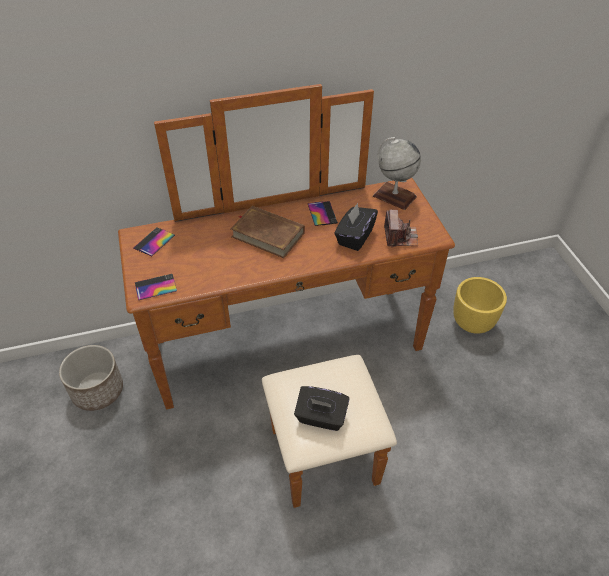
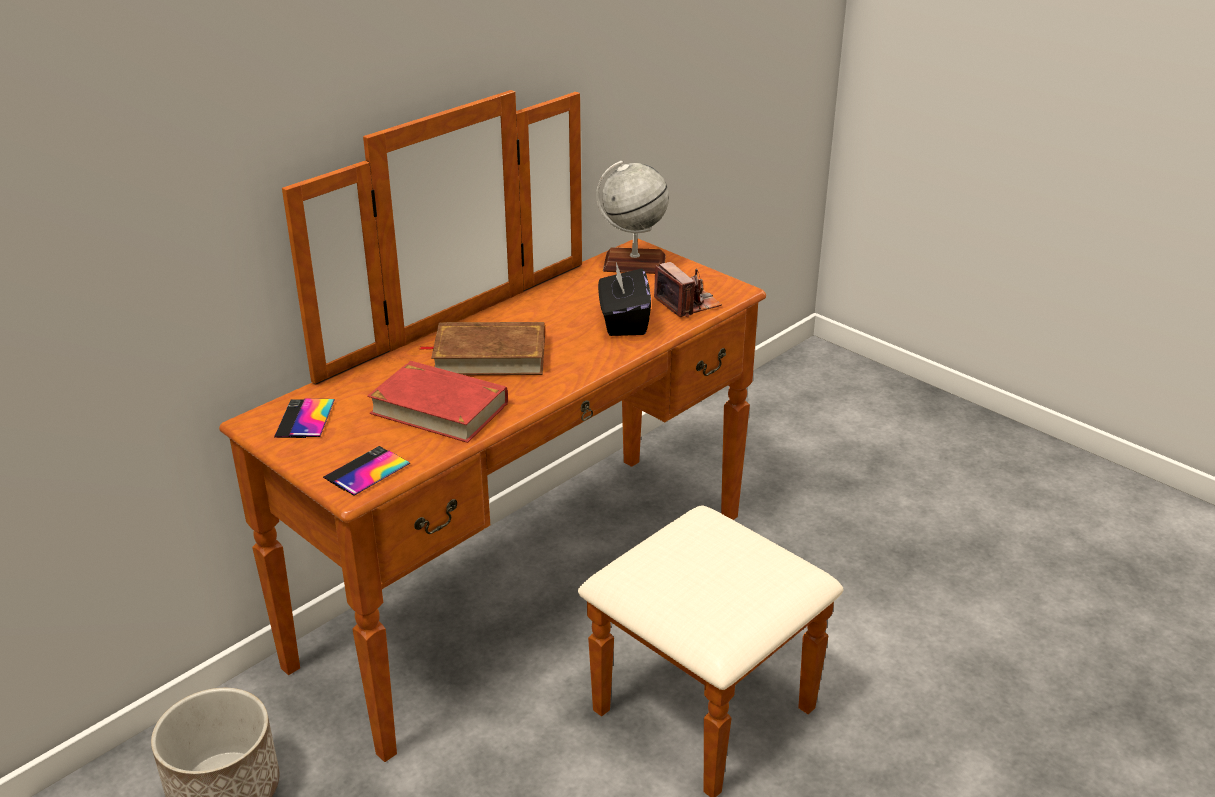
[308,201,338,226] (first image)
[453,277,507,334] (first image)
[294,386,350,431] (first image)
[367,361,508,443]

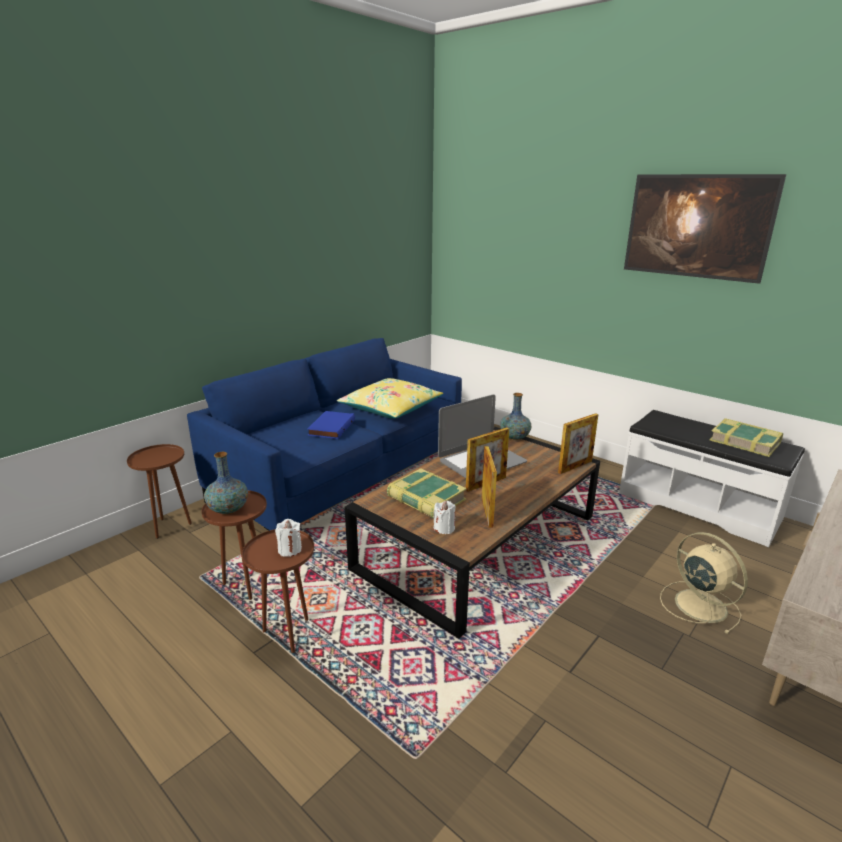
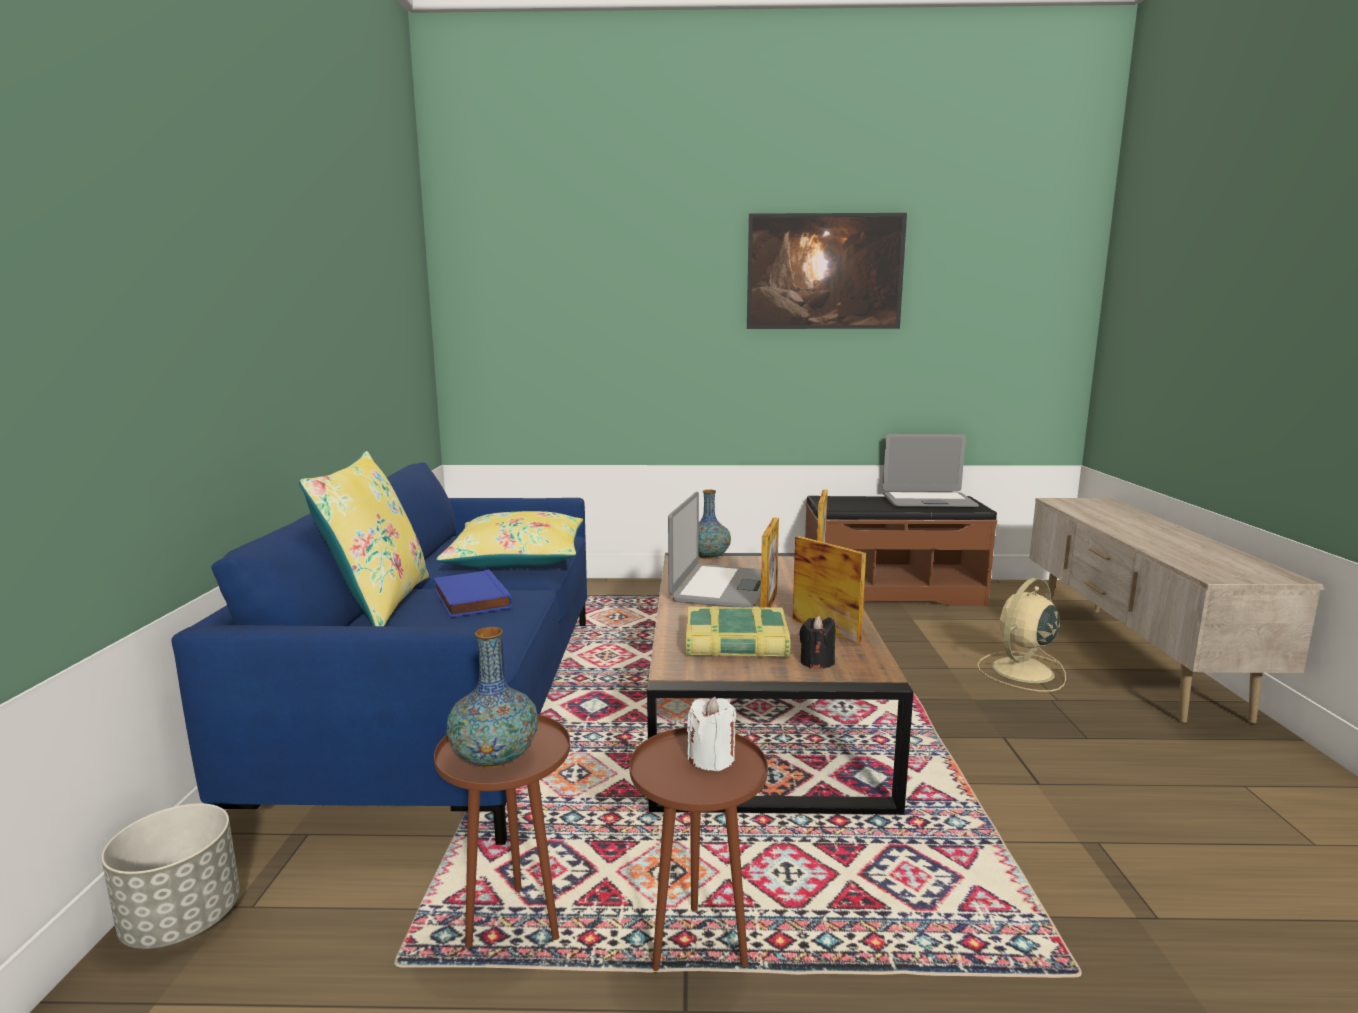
[805,496,997,606]
[883,434,979,507]
[101,803,240,949]
[800,615,836,669]
[977,578,1066,692]
[299,451,429,626]

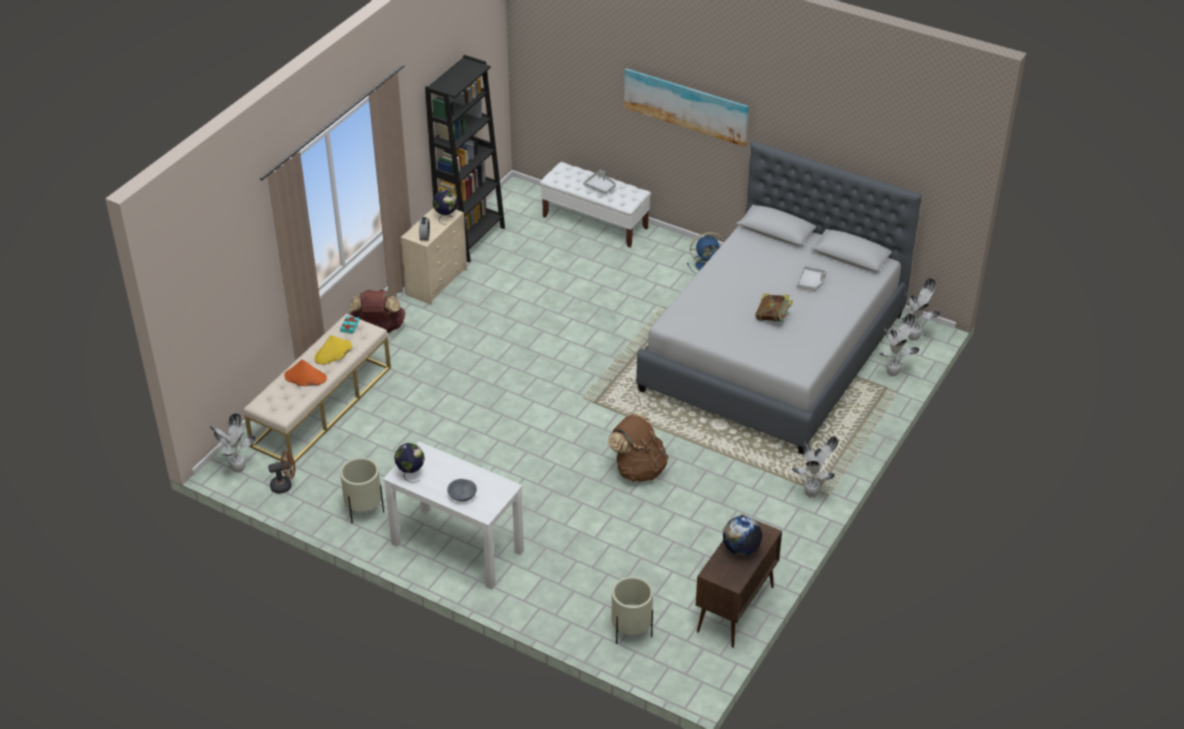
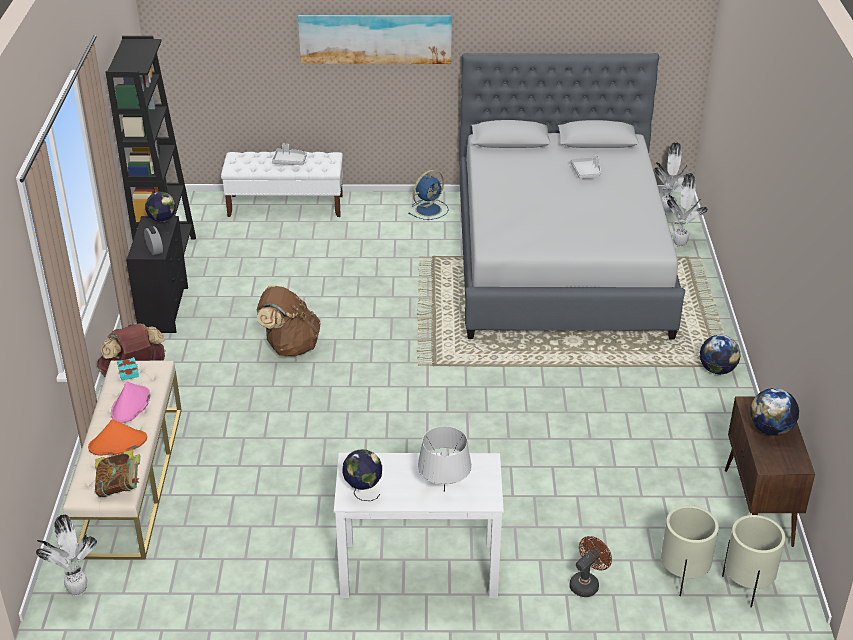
[126,216,188,333]
[95,450,140,497]
[111,382,151,423]
[257,286,321,356]
[700,335,740,374]
[570,536,612,597]
[722,515,785,607]
[418,426,472,492]

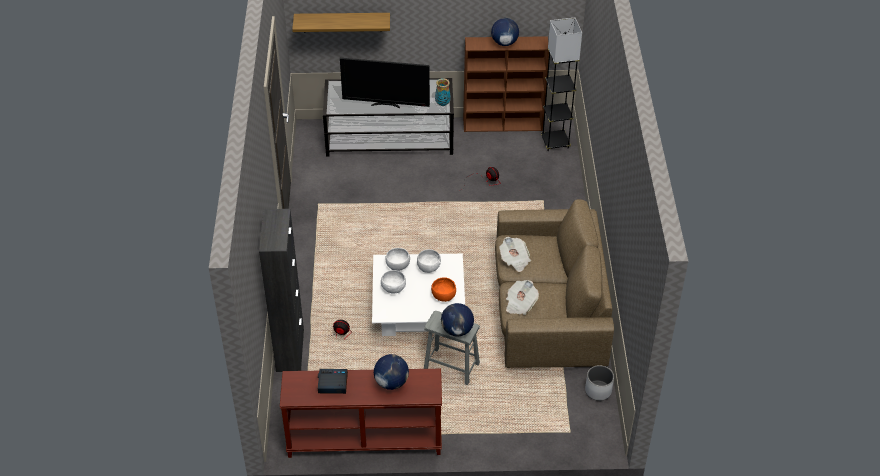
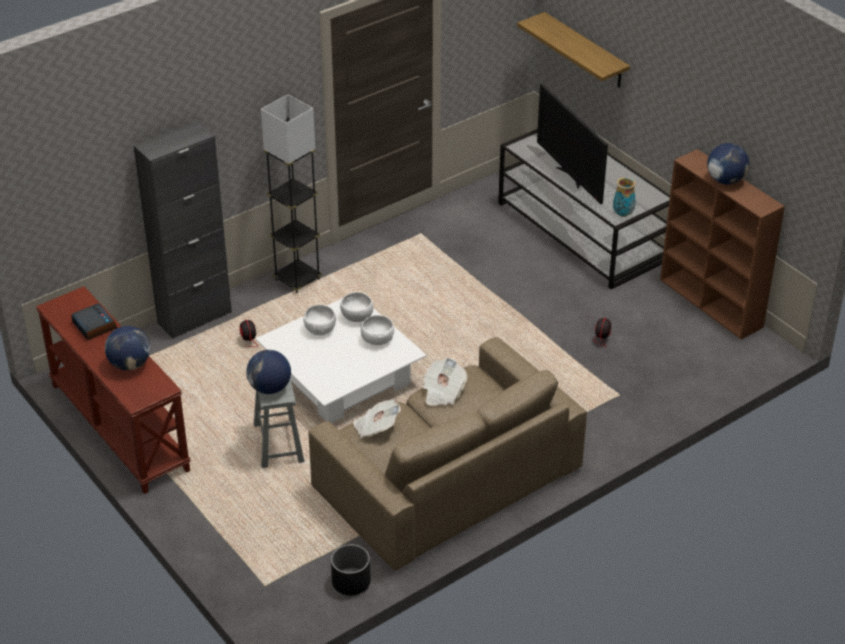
[261,95,322,293]
[431,277,456,302] (first image)
[331,545,371,596]

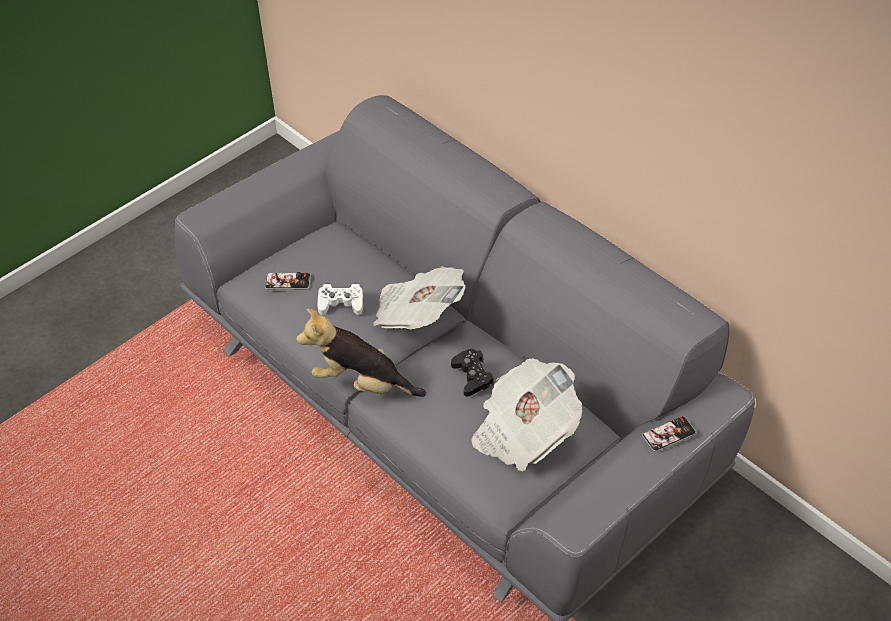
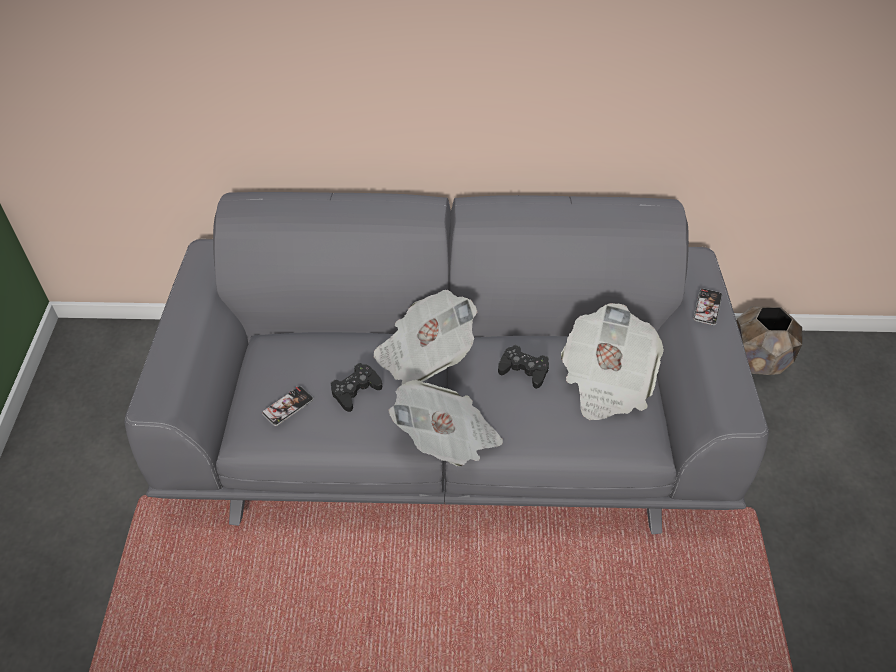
[331,363,382,412]
[388,380,503,466]
[736,307,802,375]

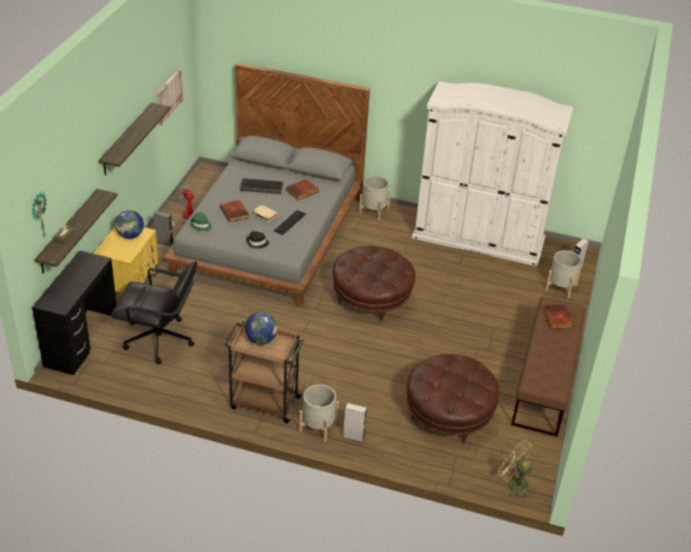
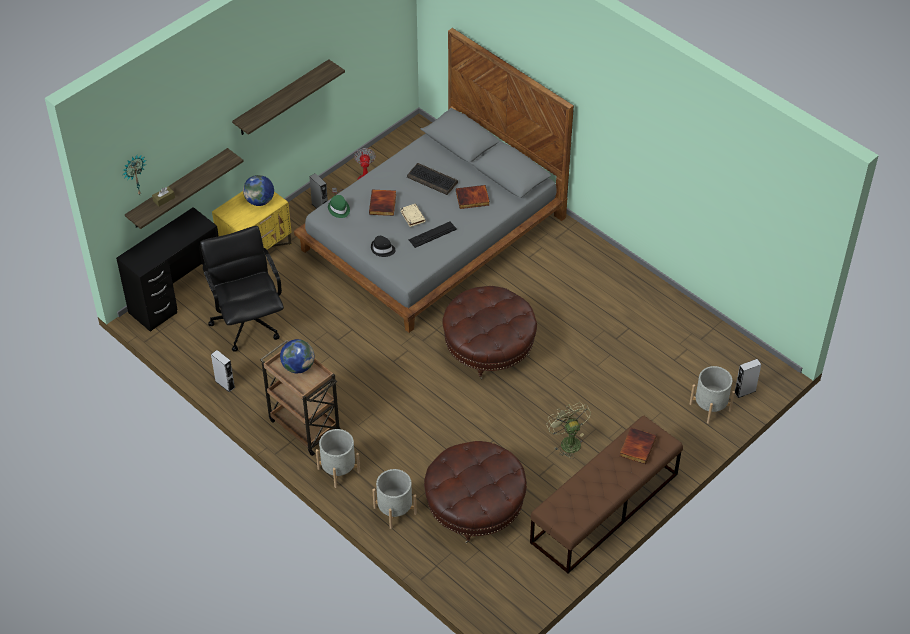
[156,69,183,125] (first image)
[412,81,573,266] (first image)
[372,469,417,529]
[200,226,284,352]
[211,350,235,392]
[546,402,591,459]

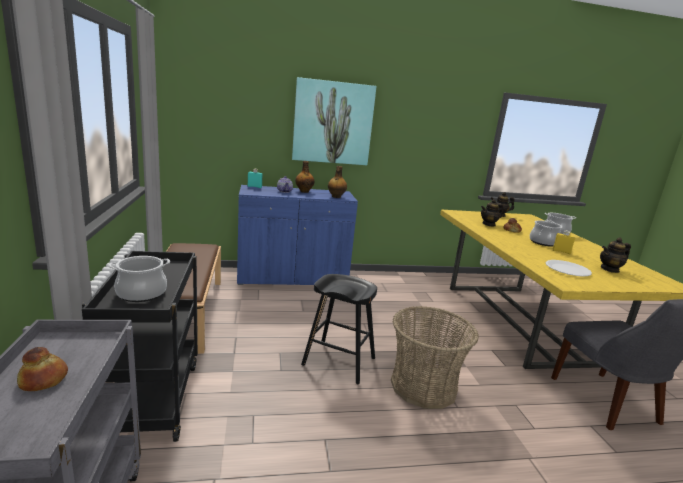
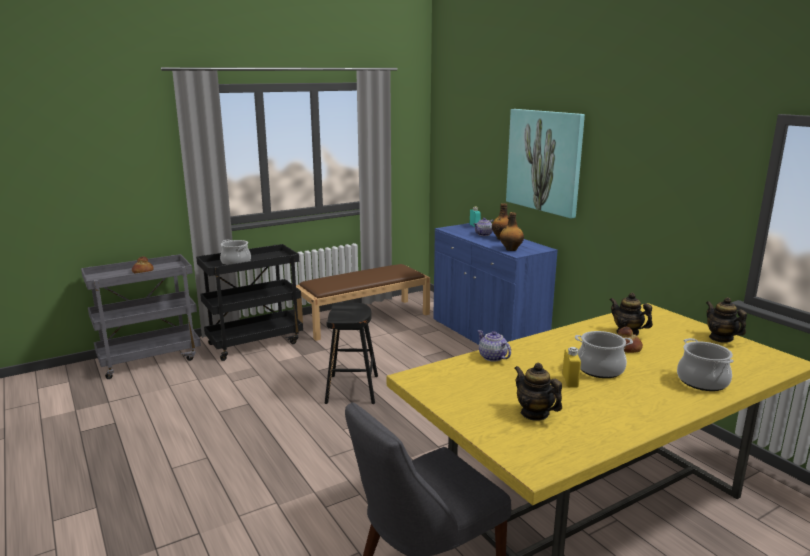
[546,260,592,276] (first image)
[391,306,479,409] (first image)
[478,330,511,362]

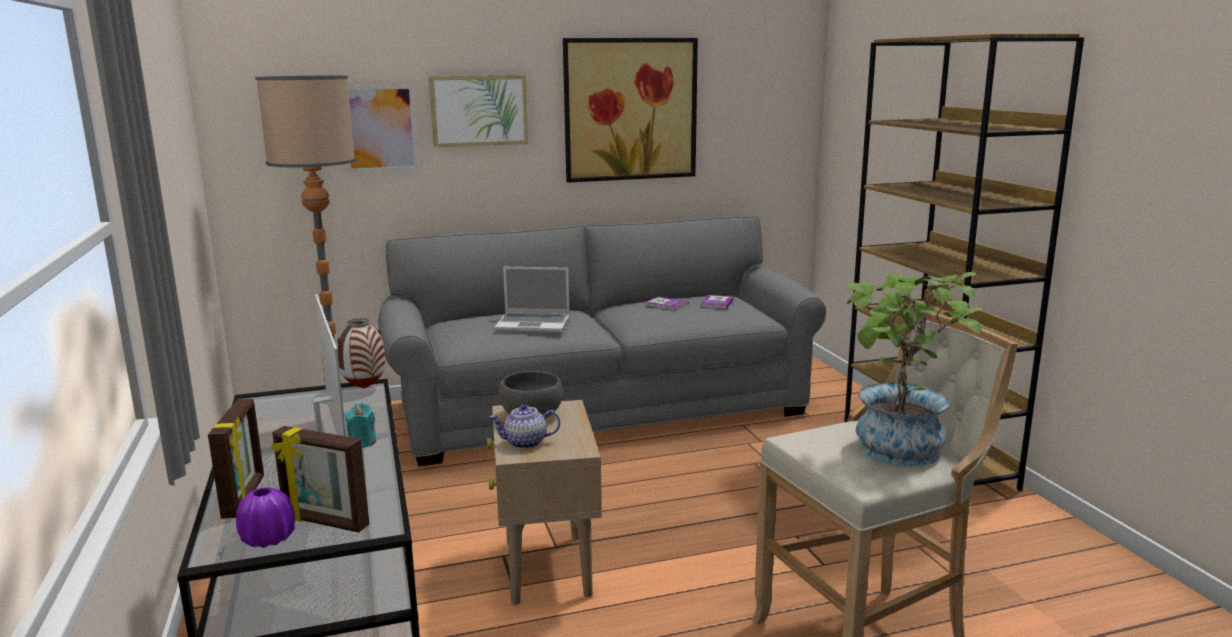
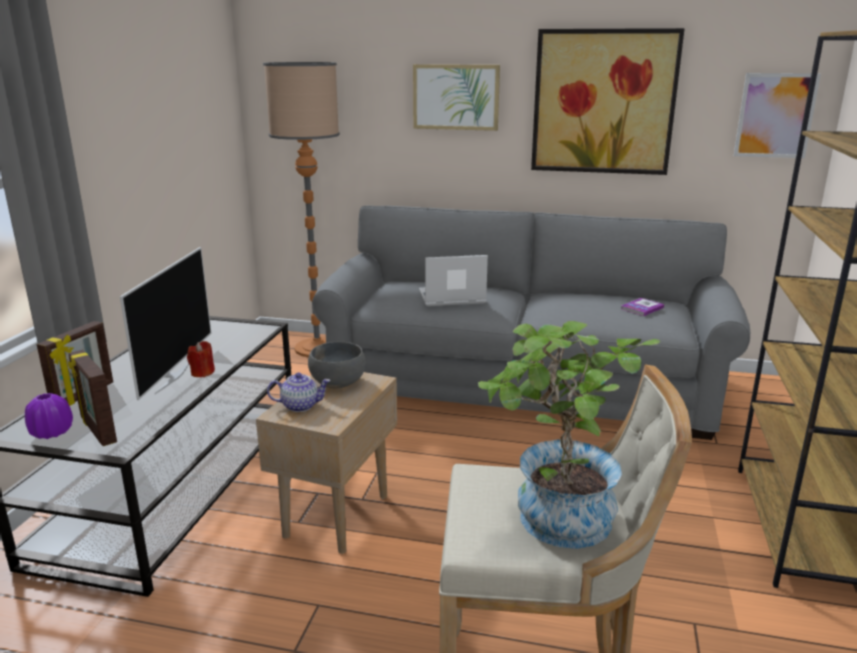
[734,73,821,158]
[419,255,488,306]
[645,296,689,311] (first image)
[337,318,385,388] (first image)
[187,341,215,377]
[267,372,331,412]

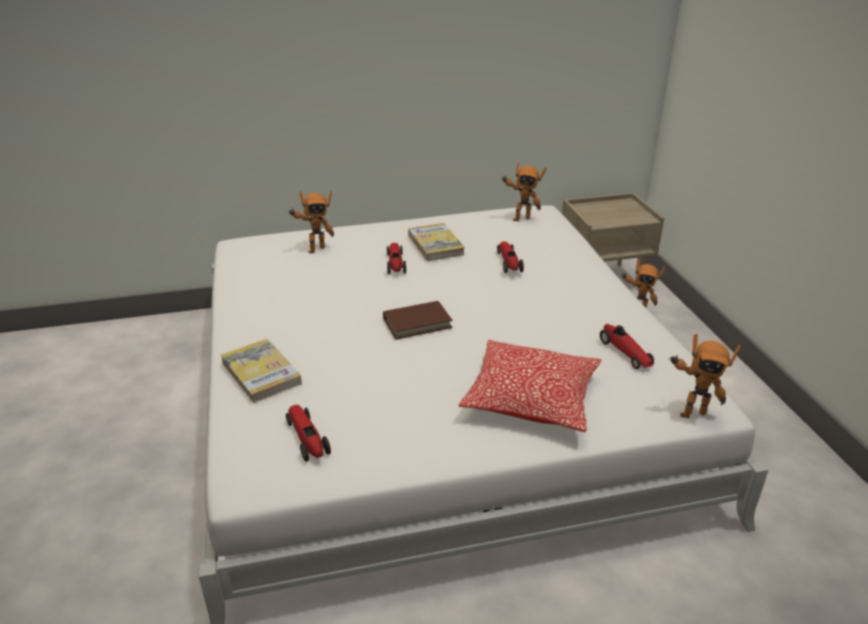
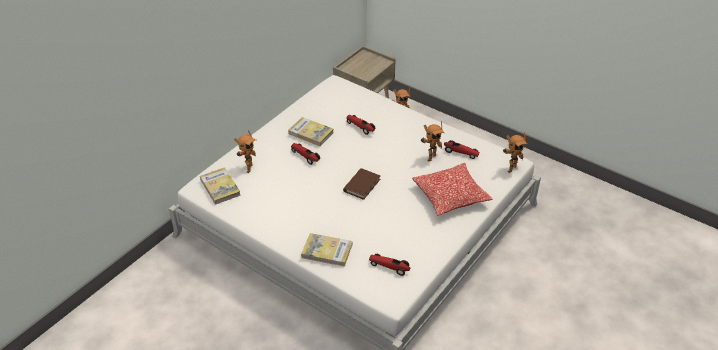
[421,121,444,162]
[200,167,241,205]

